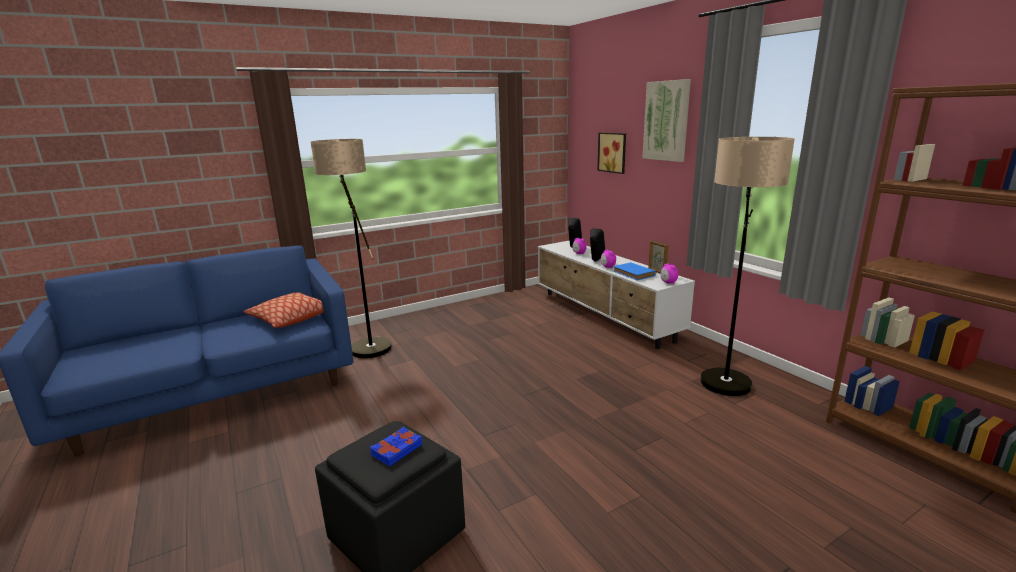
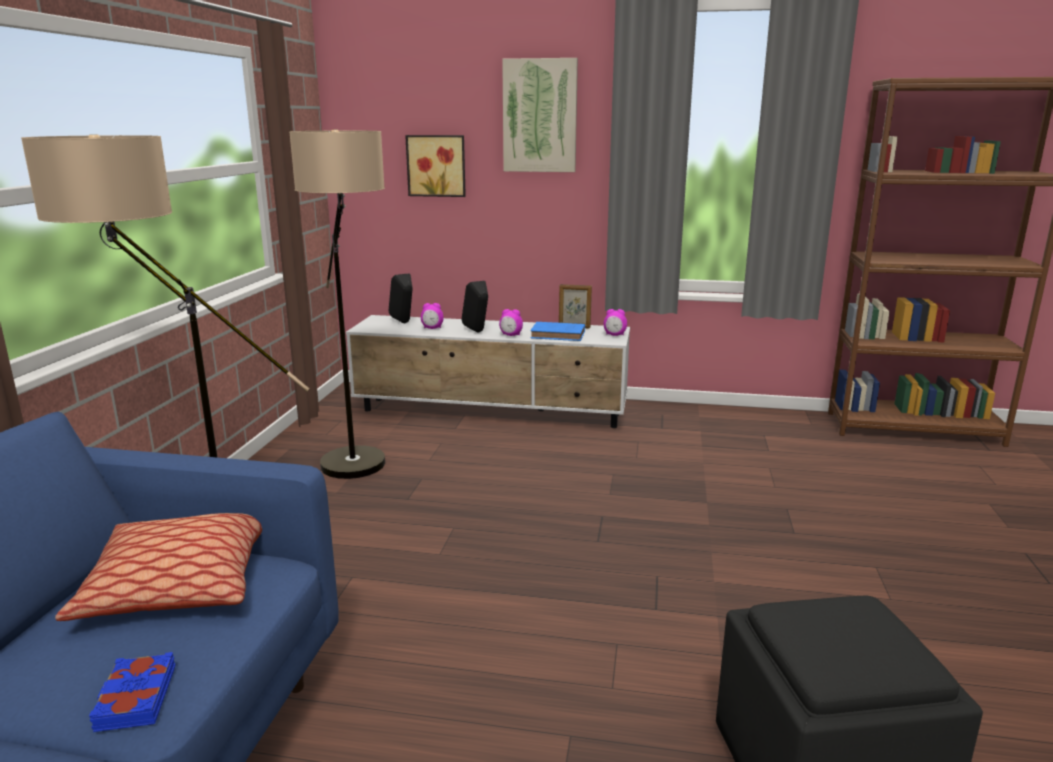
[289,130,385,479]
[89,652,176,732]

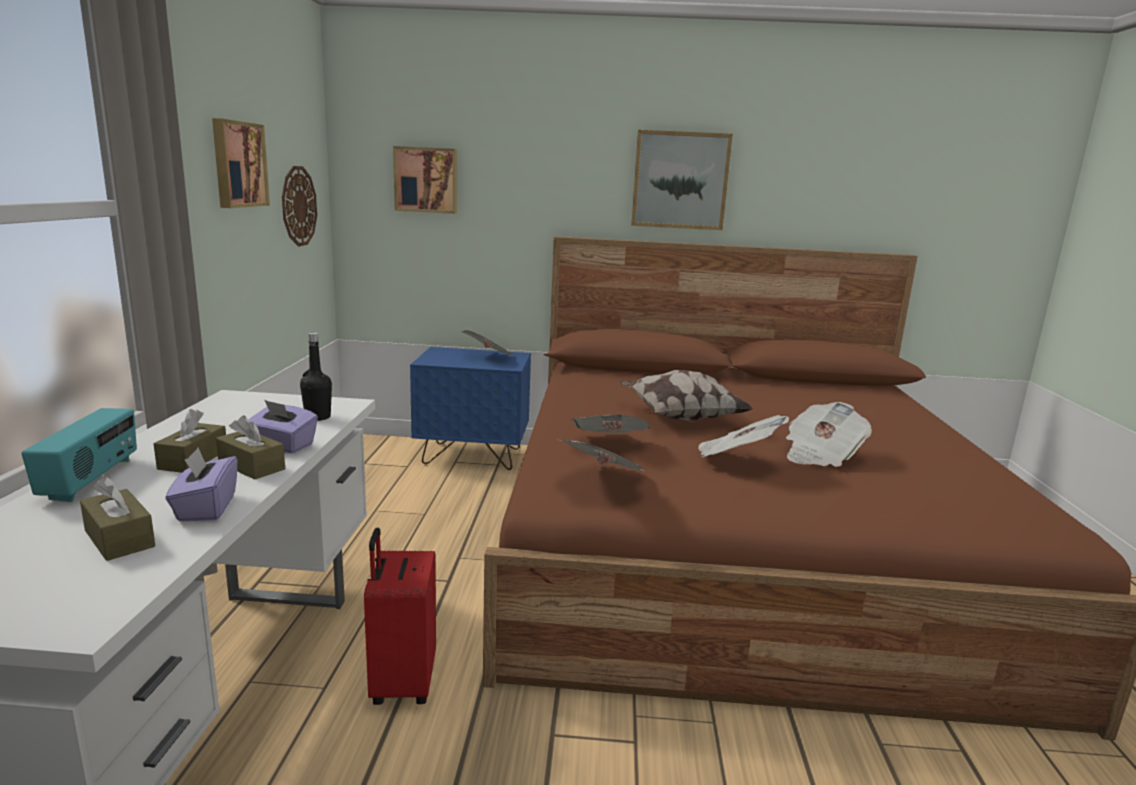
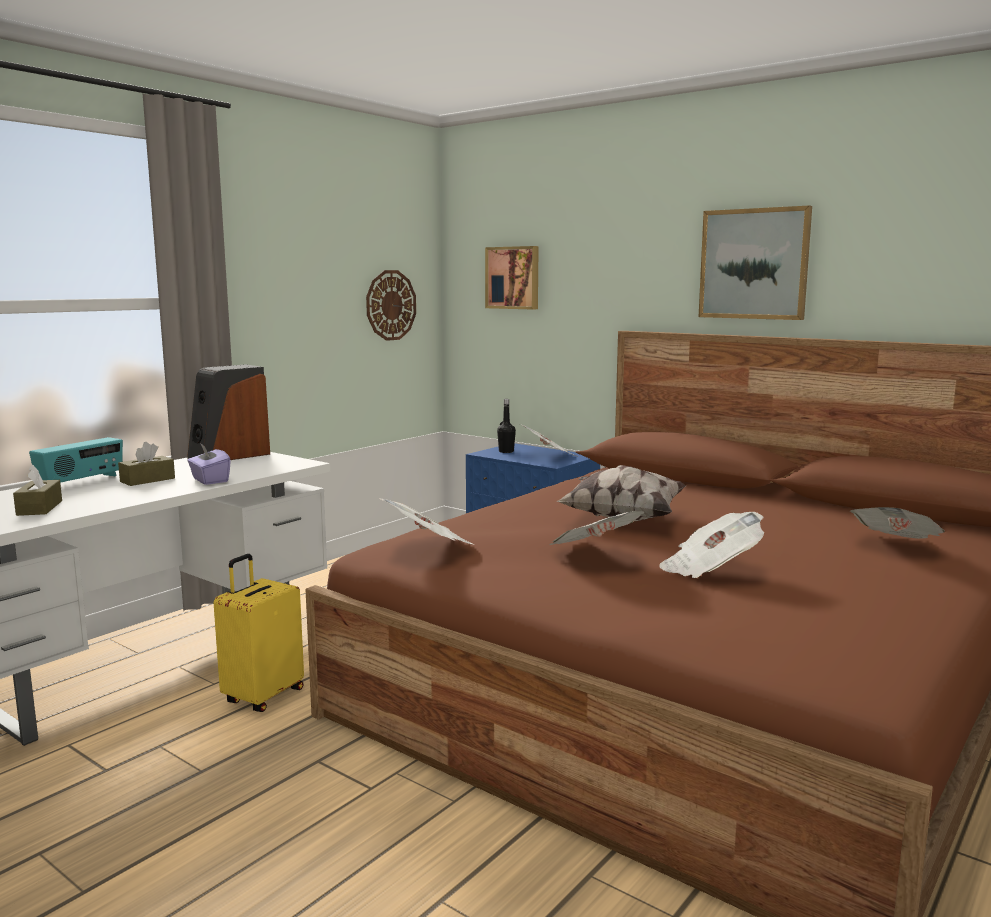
[212,118,270,208] (first image)
[497,399,516,453]
[216,415,285,479] (first image)
[850,507,945,539]
[166,448,237,522] (first image)
[214,554,304,712]
[187,364,270,460]

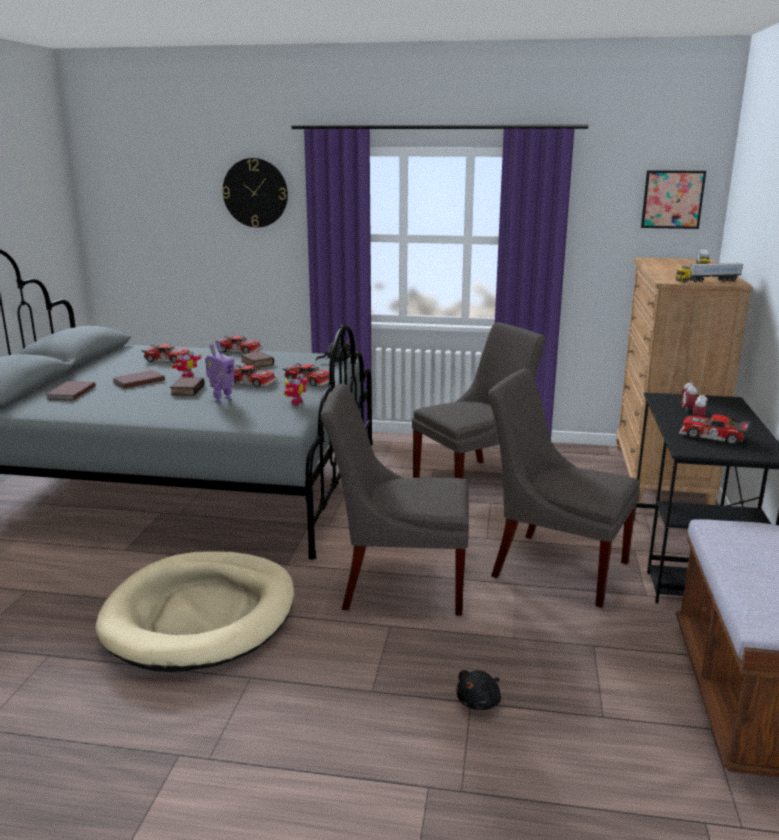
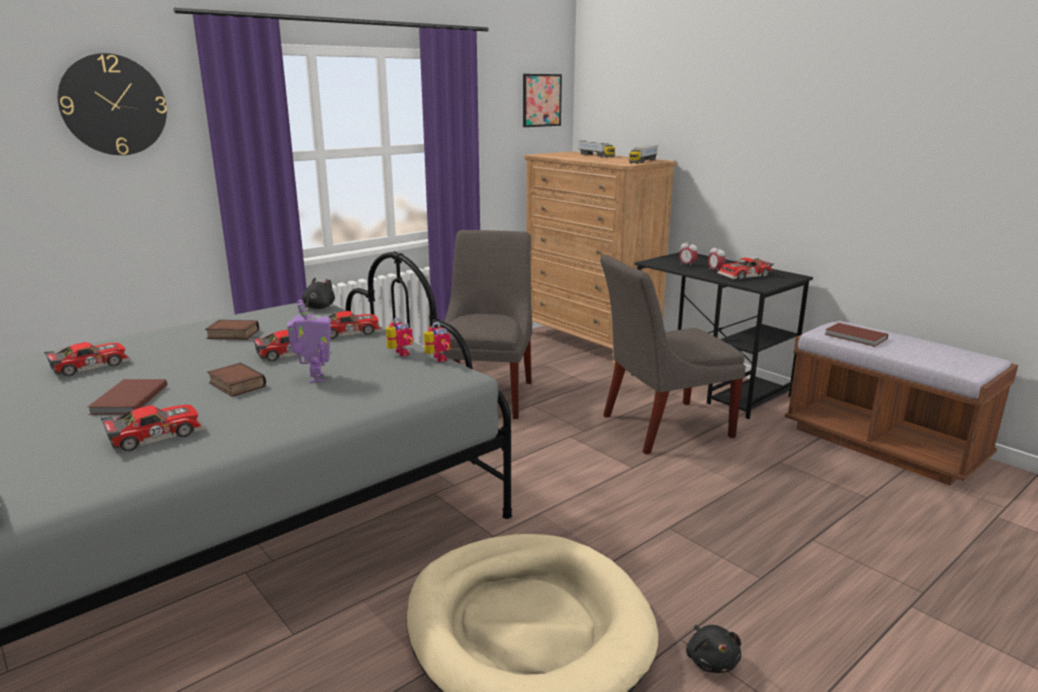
[101,405,205,451]
[424,322,451,362]
[824,323,888,347]
[321,384,469,616] (first image)
[686,625,741,673]

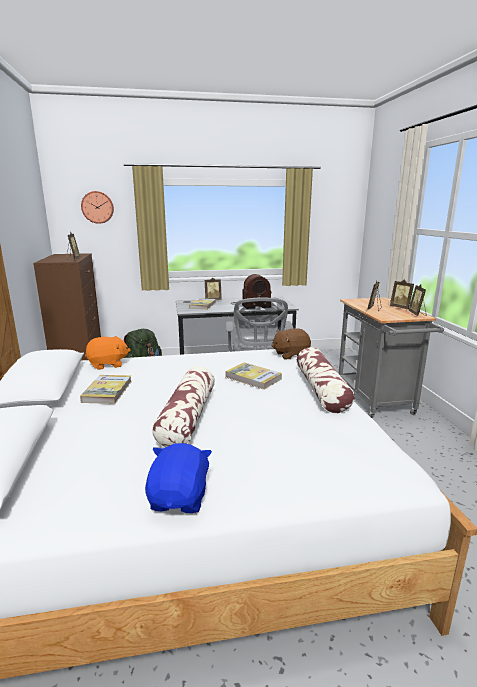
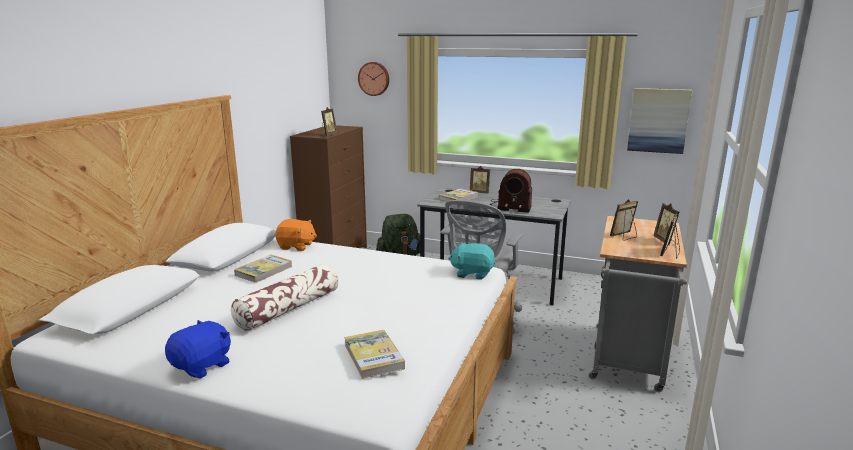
[448,242,496,280]
[297,347,355,413] (first image)
[344,330,405,379]
[627,88,692,154]

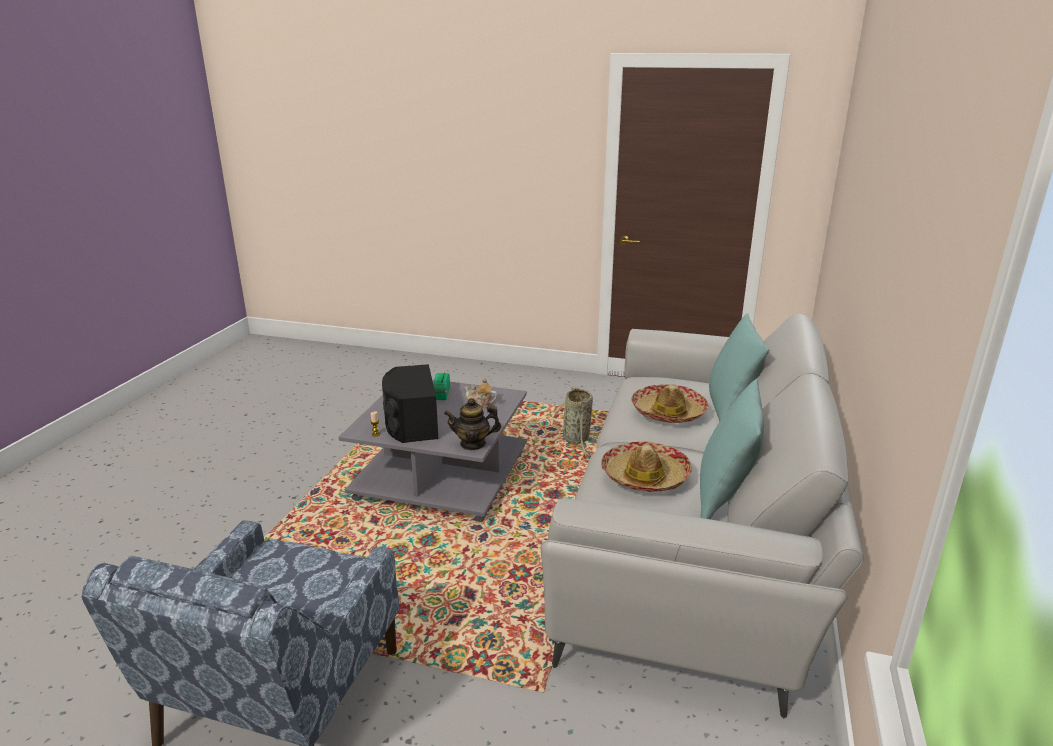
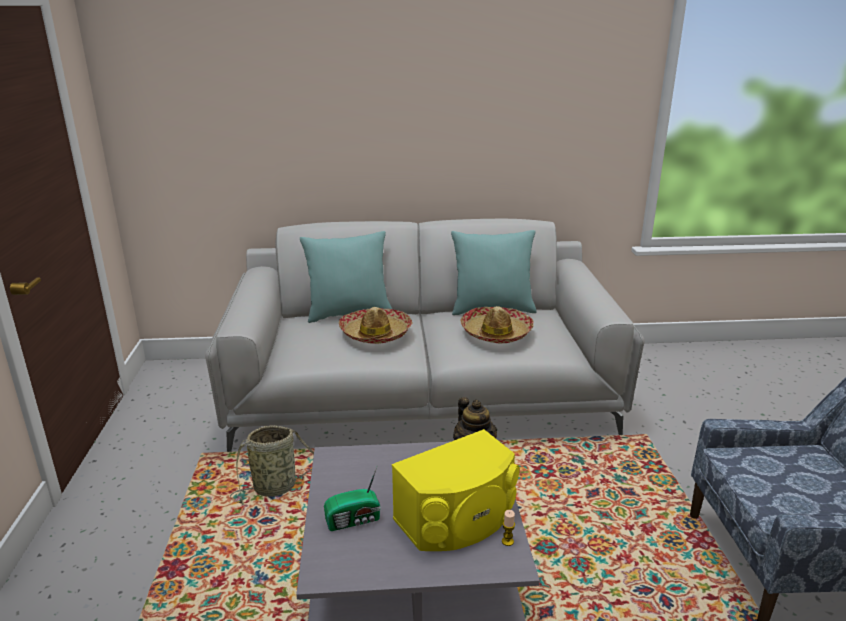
[392,429,520,551]
[464,378,497,408] (first image)

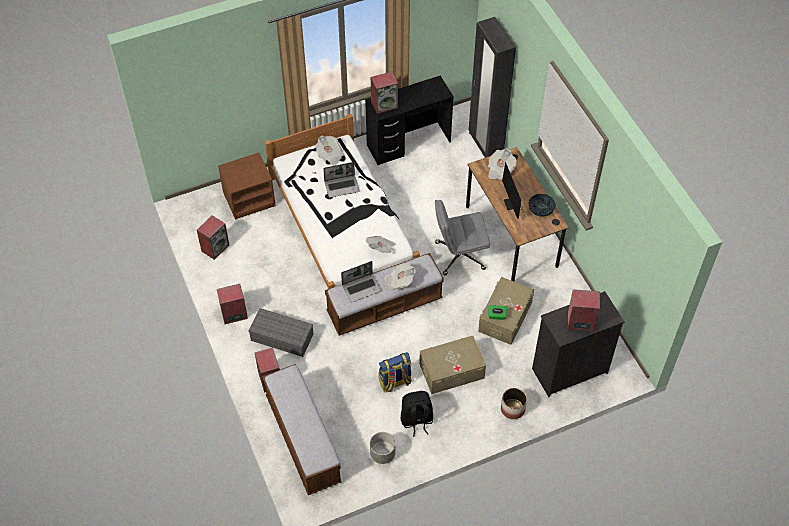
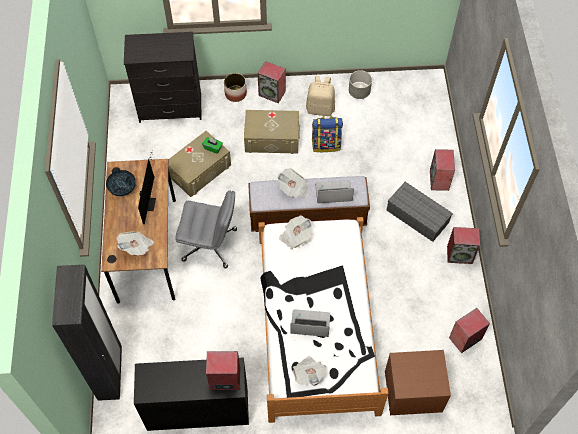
[257,61,286,103]
[262,364,342,495] (first image)
[306,76,335,116]

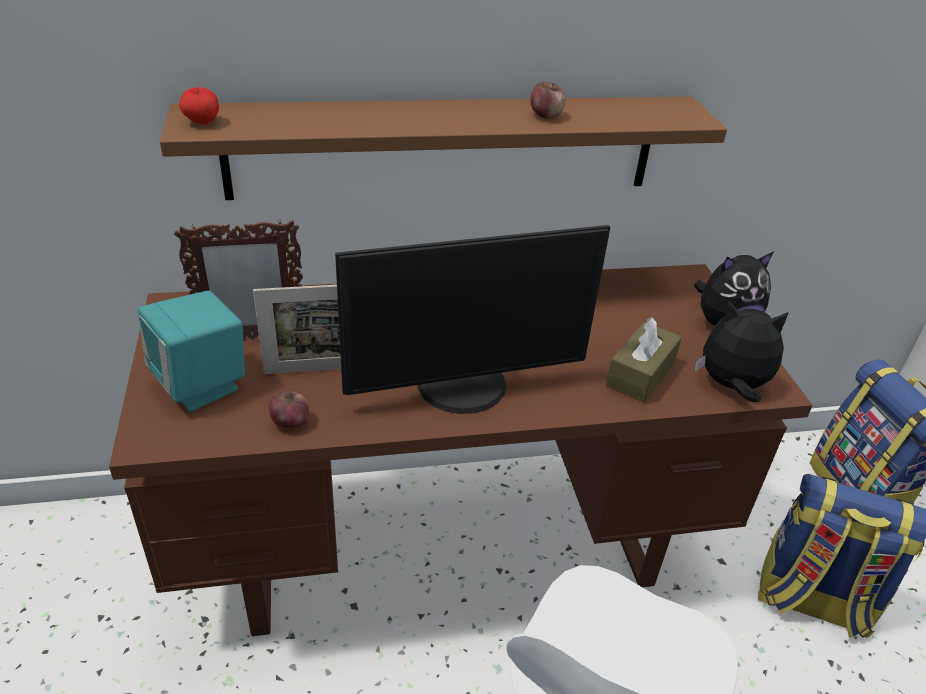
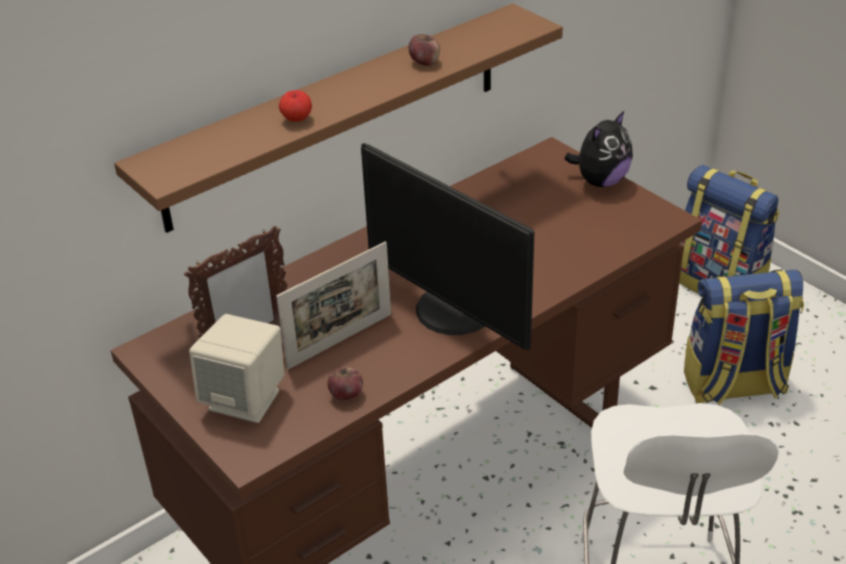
[279,90,312,122]
[361,143,534,350]
[189,314,284,423]
[695,301,789,402] (first image)
[606,317,682,402] (first image)

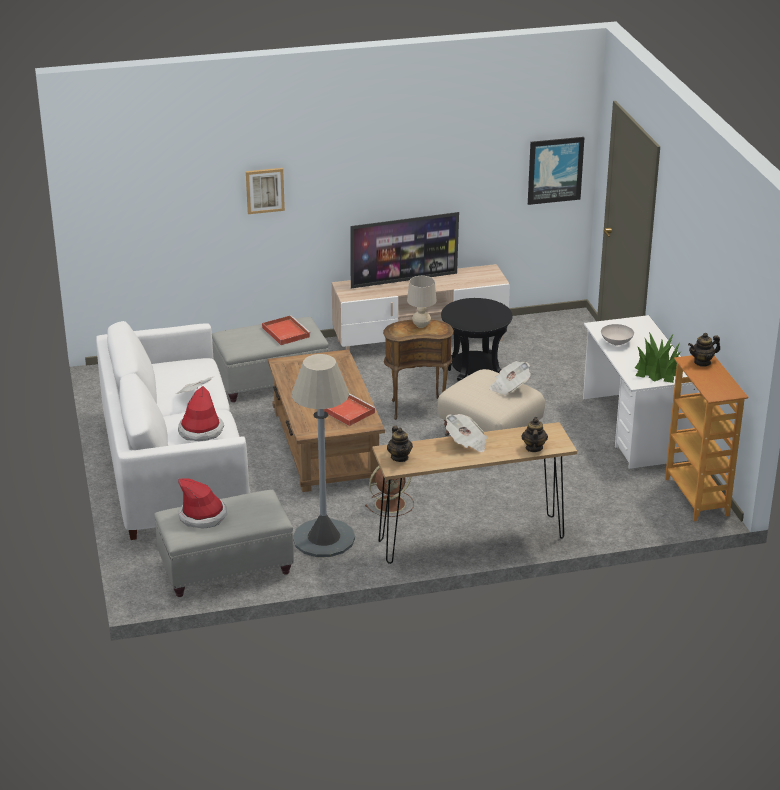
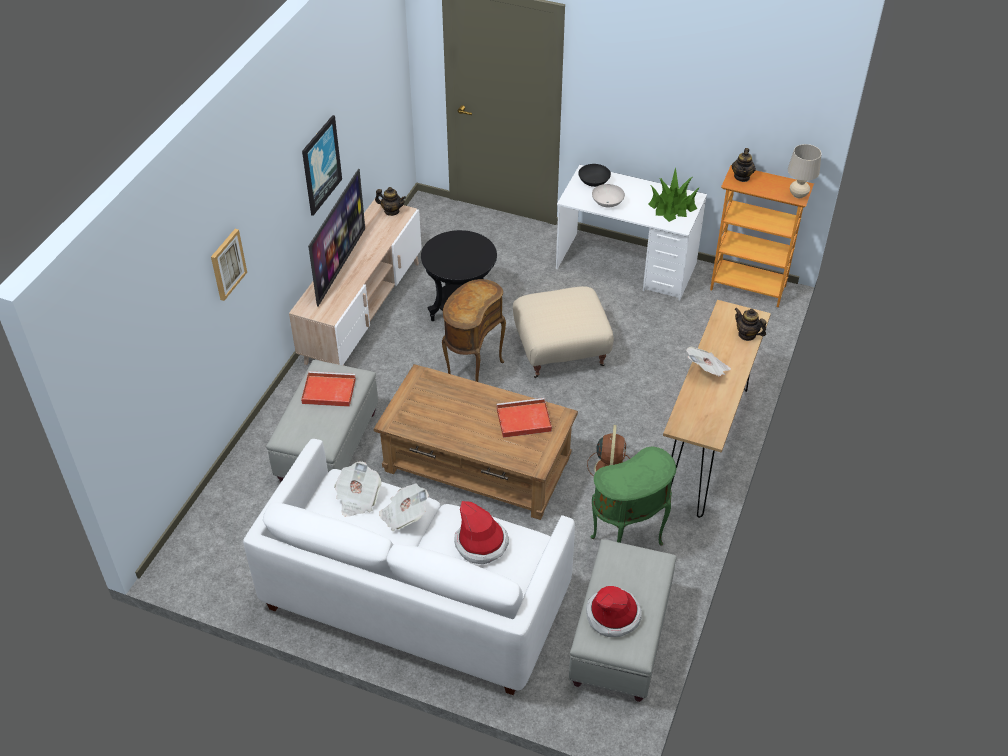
[302,115,342,216]
[788,144,822,198]
[590,447,676,546]
[334,462,381,517]
[375,187,406,216]
[578,164,611,187]

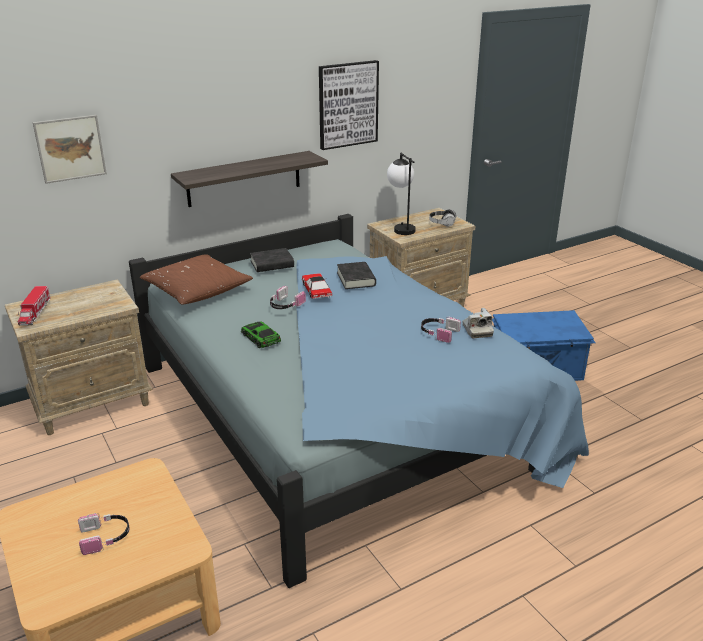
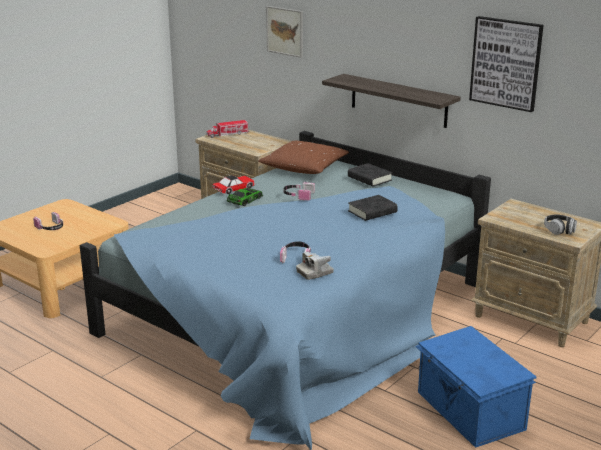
[387,153,416,235] (first image)
[212,175,255,194]

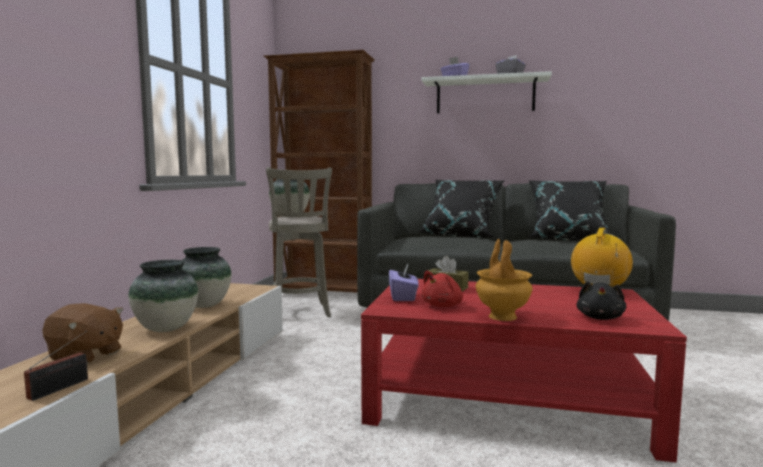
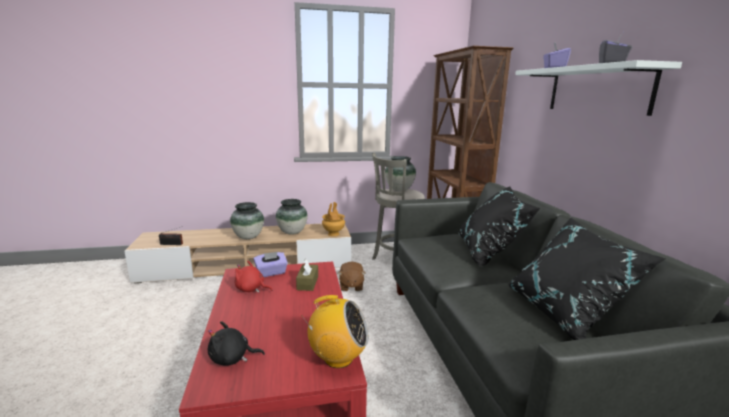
[322,202,345,236]
[338,261,366,291]

